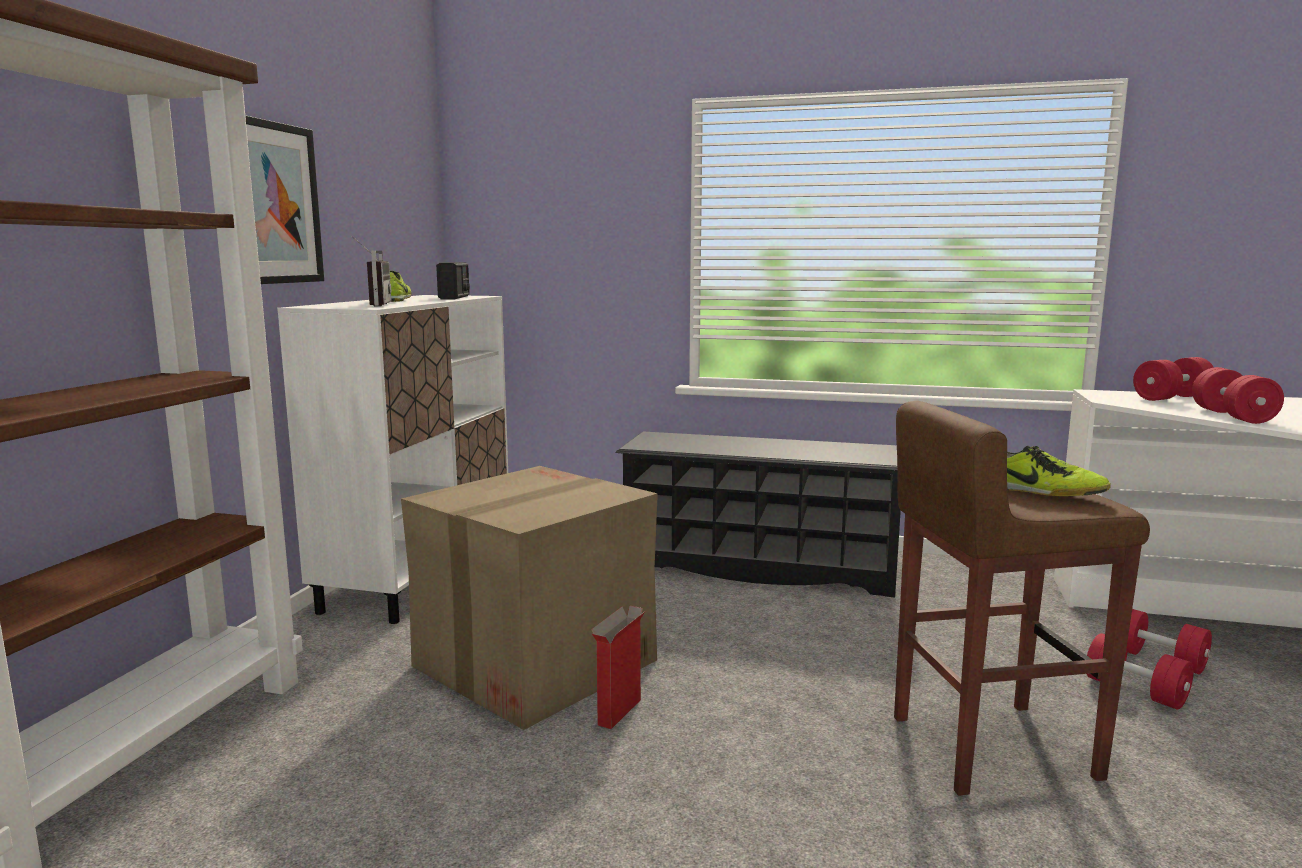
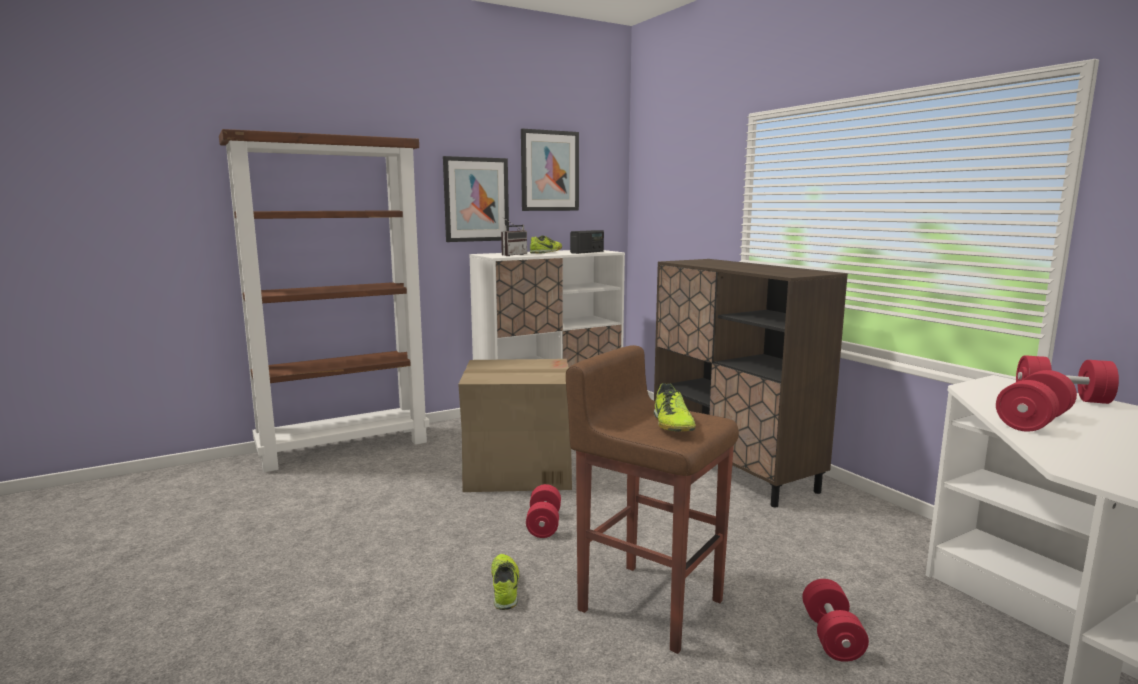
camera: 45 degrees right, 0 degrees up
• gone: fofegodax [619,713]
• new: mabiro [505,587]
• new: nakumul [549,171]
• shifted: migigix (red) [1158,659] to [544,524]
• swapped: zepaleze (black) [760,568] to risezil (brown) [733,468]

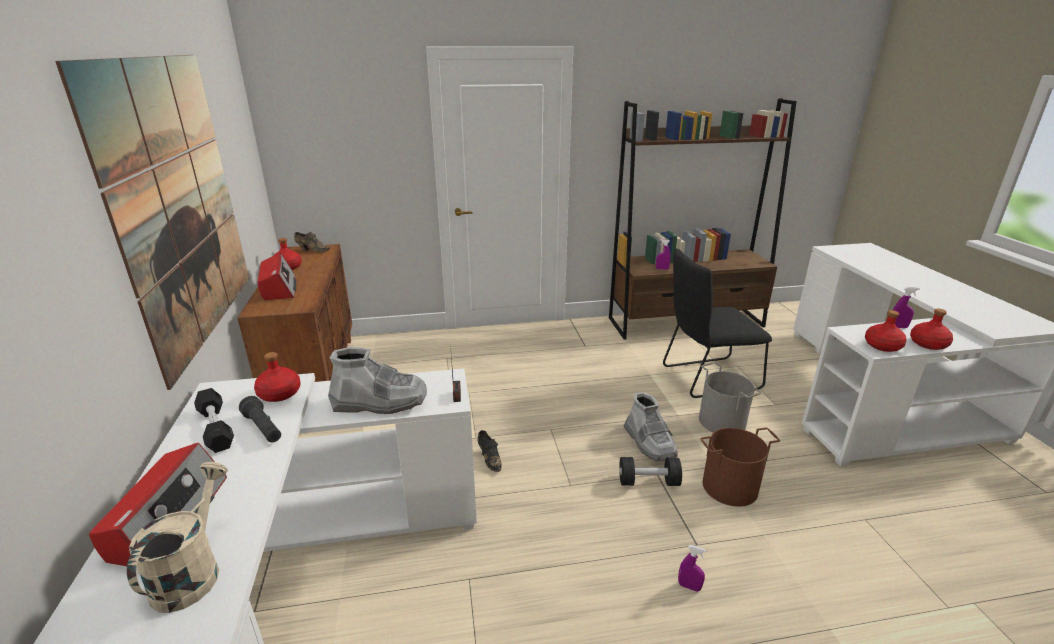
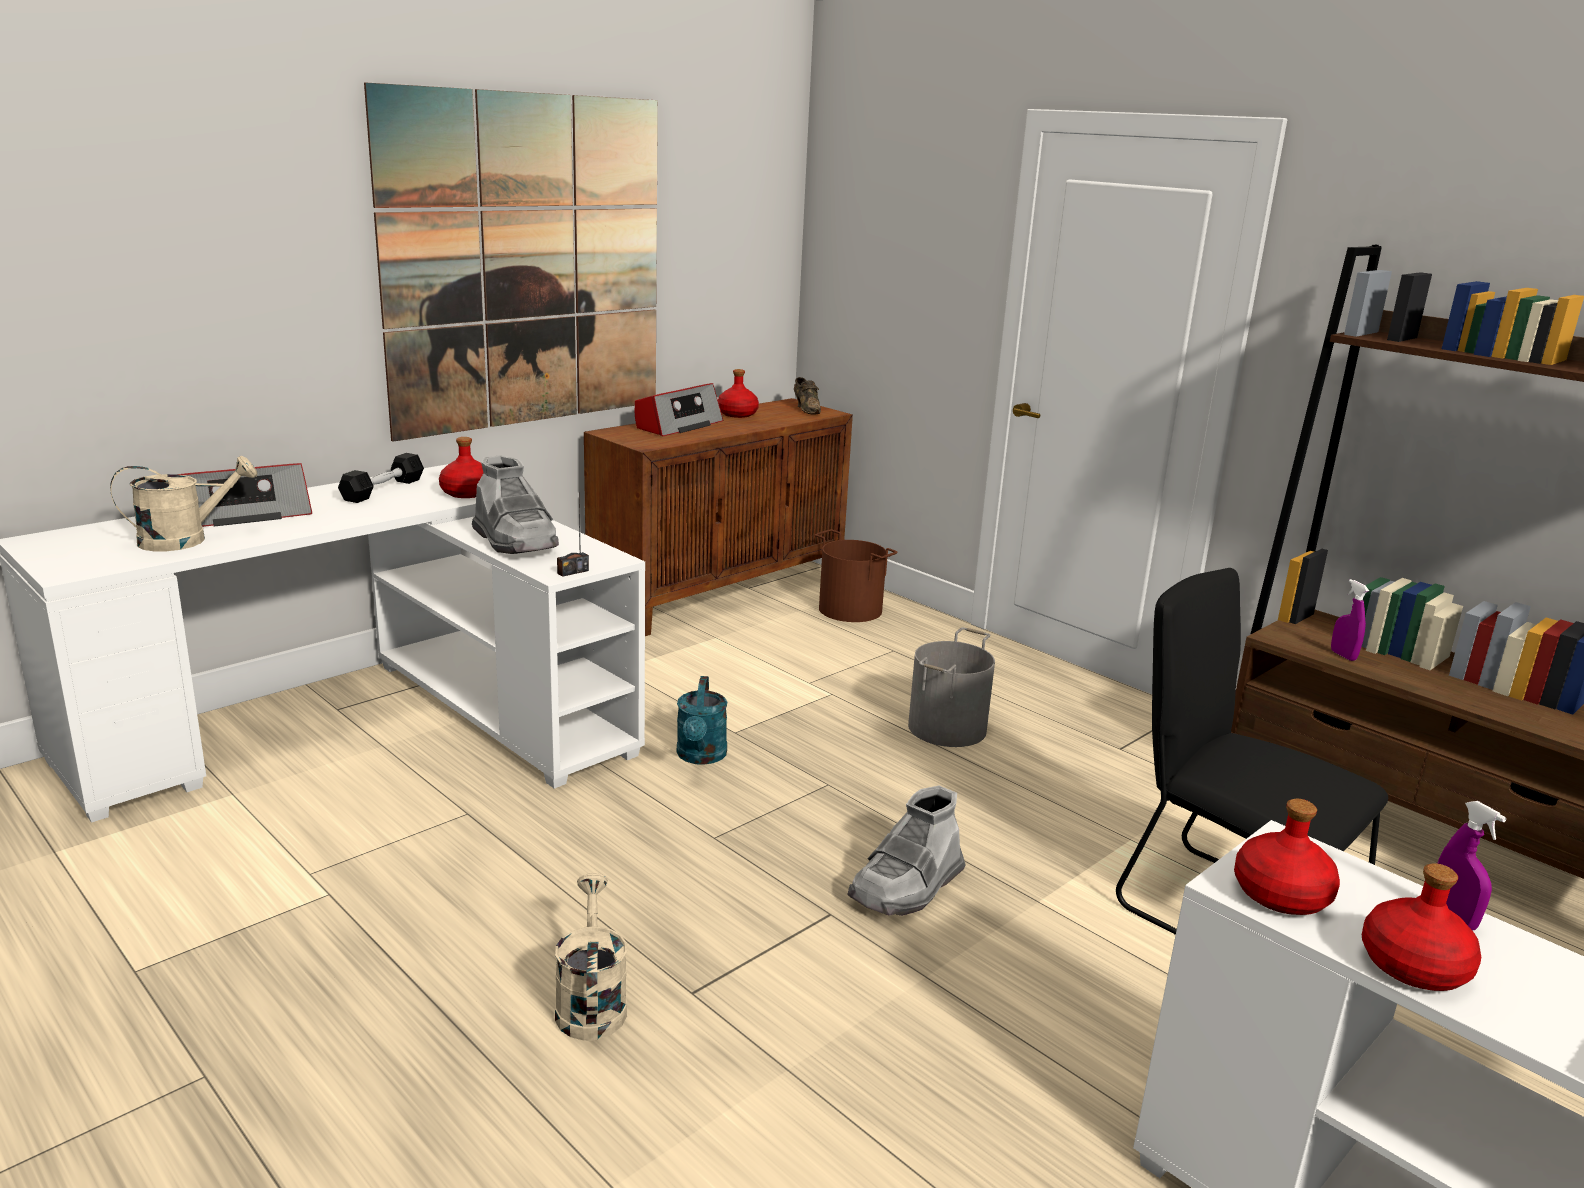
camera: 55 degrees right, 5 degrees down
• gone: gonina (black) [263,428]
• gone: migigix (black) [648,482]
• shifted: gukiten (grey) [722,421] to [948,728]
• shifted: gukiten (brown) [730,487] to [849,610]
• swapped: mabiro (black) [489,458] to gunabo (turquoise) [701,757]
• swapped: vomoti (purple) [689,586] to gunabo (beige) [590,1002]

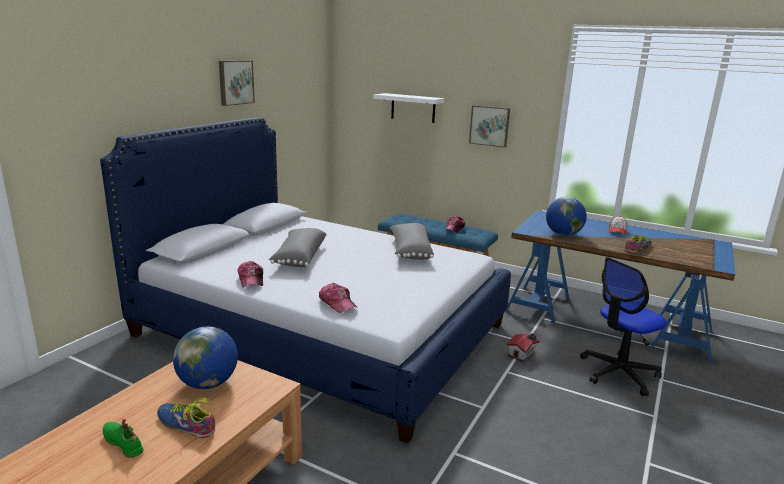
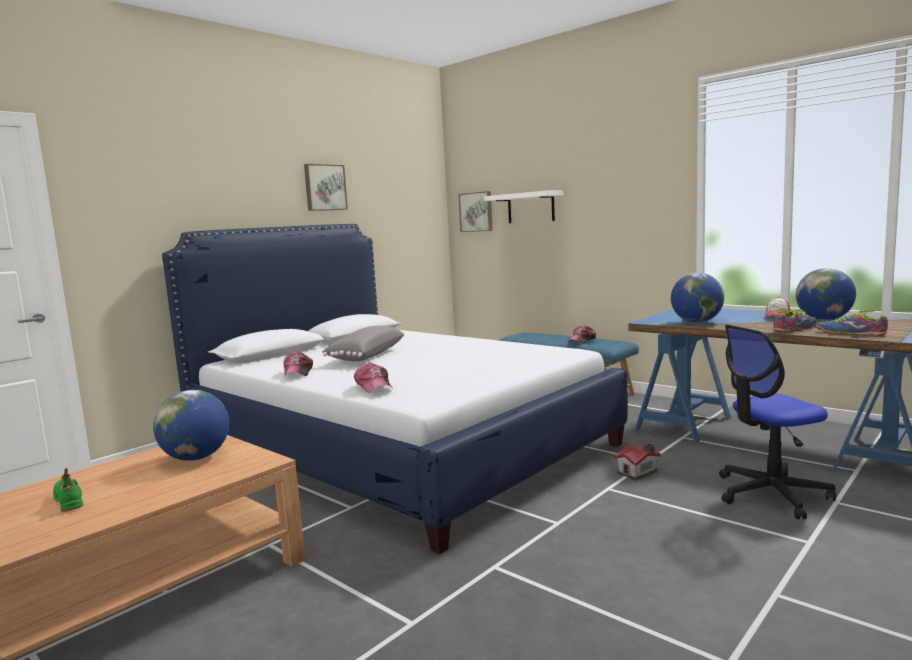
camera: 15 degrees right, 10 degrees down
• gone: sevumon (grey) [410,251]
• new: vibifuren [824,320]
• shifted: mabiro [186,425] to [850,333]
• shifted: nakumul [489,126] to [476,212]

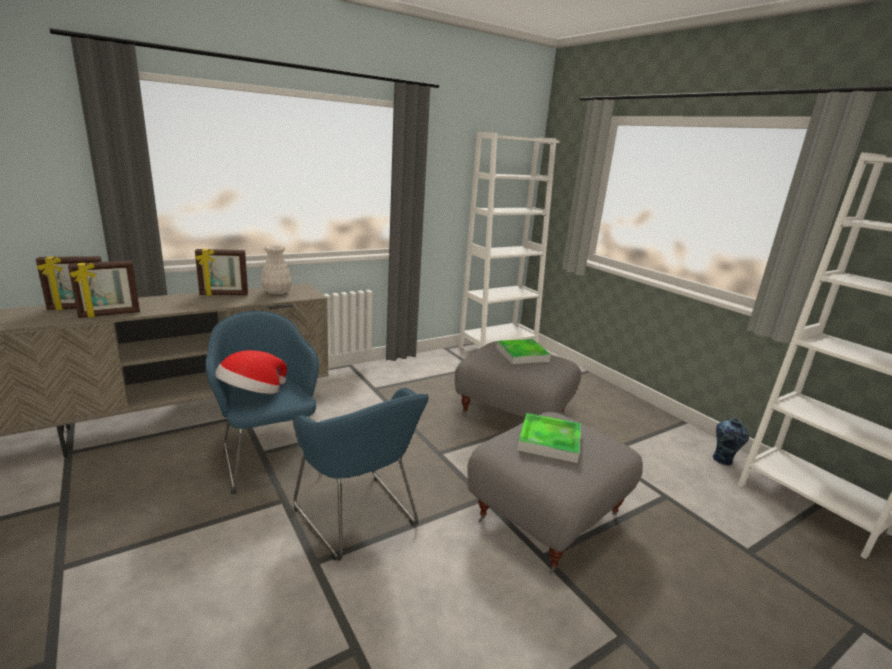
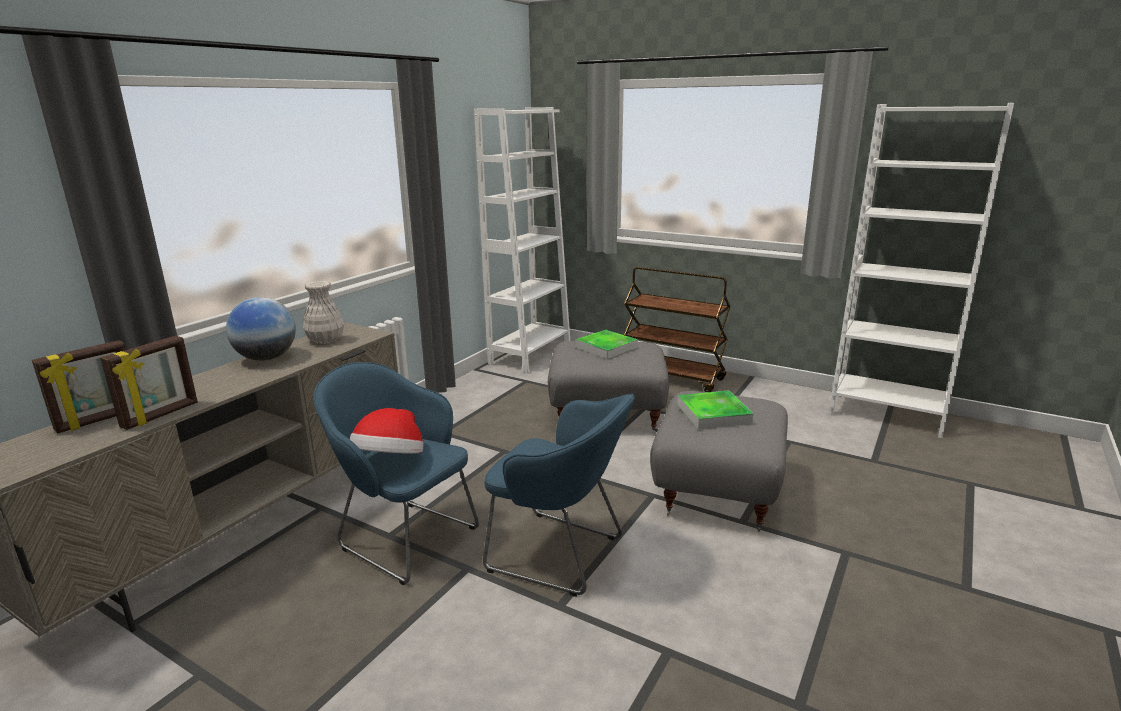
camera: 25 degrees left, 0 degrees up
• gone: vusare [723,460]
• new: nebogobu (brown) [673,377]
• swapped: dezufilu [224,294] to vibifuren [266,358]

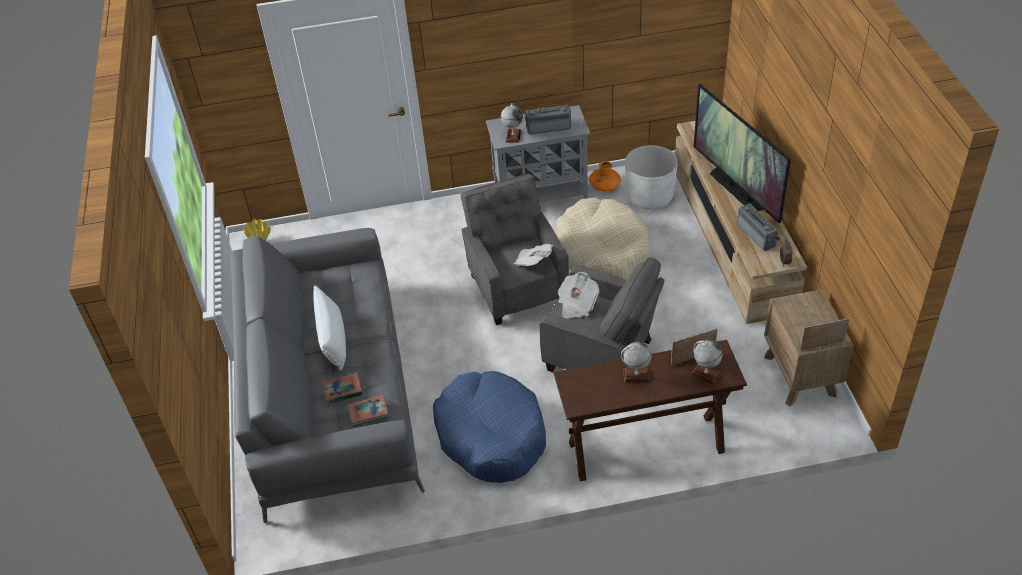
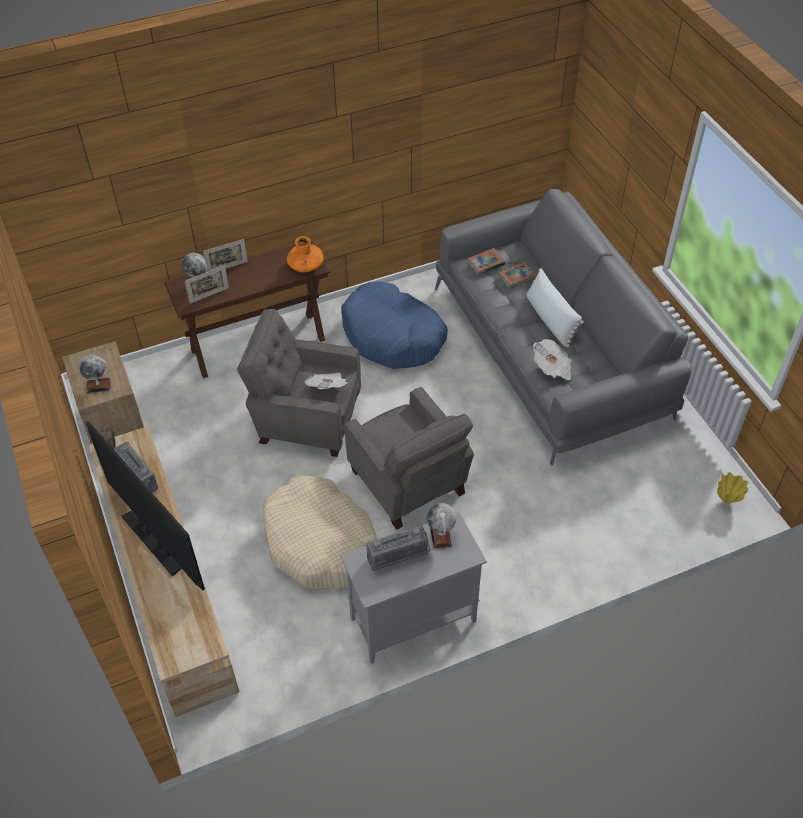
camera: 165 degrees right, 5 degrees up
• gone: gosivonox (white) [649,197]
• shifted: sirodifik [533,262] to [552,368]
• shifted: vusare (orange) [604,186] to [305,266]
• shifted: vibifuren [636,375] to [98,385]
• shifted: dezufilu [822,345] to [227,267]

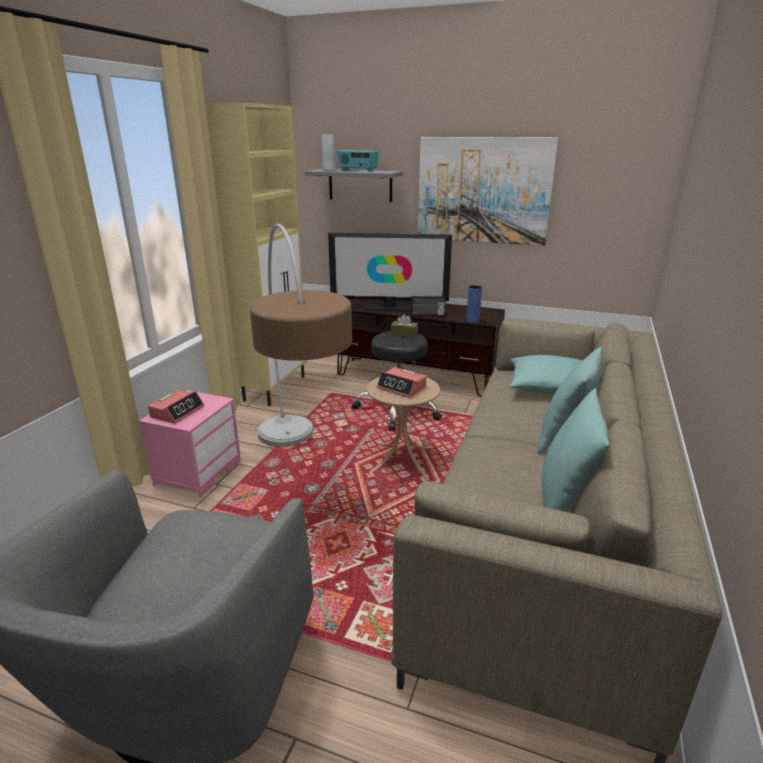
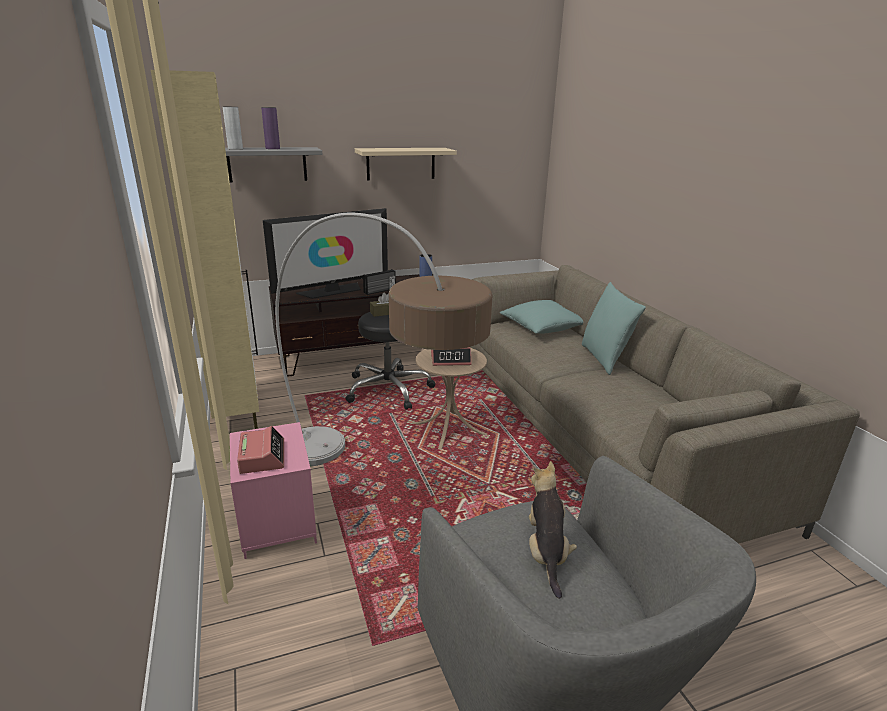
camera: 40 degrees left, 0 degrees up
• gone: sevumon (turquoise) [565,502]
• new: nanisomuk [546,552]
• swapped: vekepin [357,171] to vusare (purple) [272,148]
• swapped: nakumul [483,191] to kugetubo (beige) [401,163]

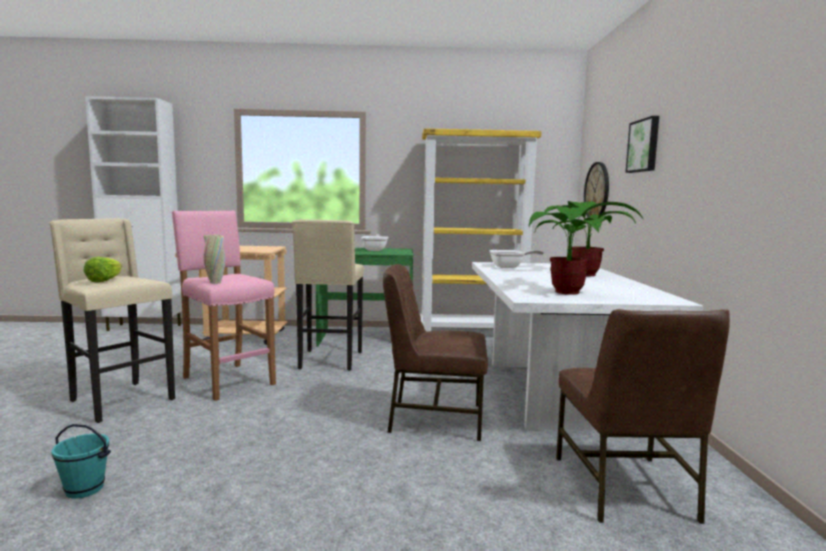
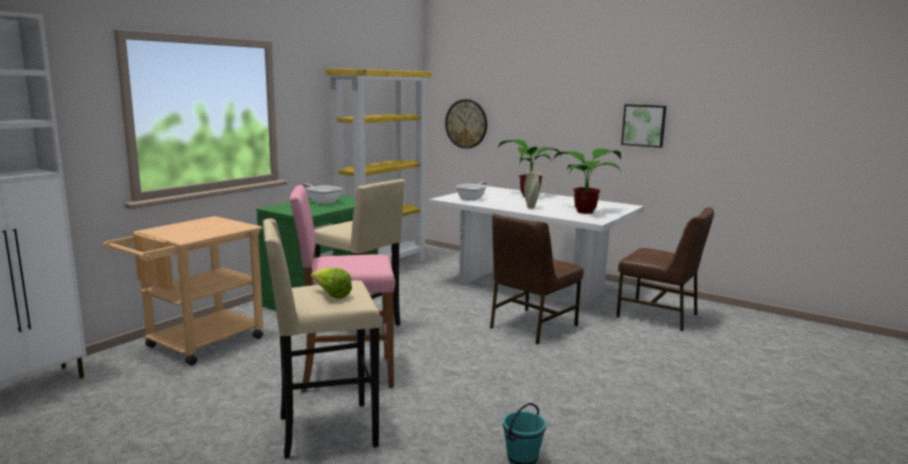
camera: 55 degrees left, 5 degrees up
• shifted: vusare (beige) [215,283] to [530,207]
• shifted: nakumul [644,145] to [644,125]

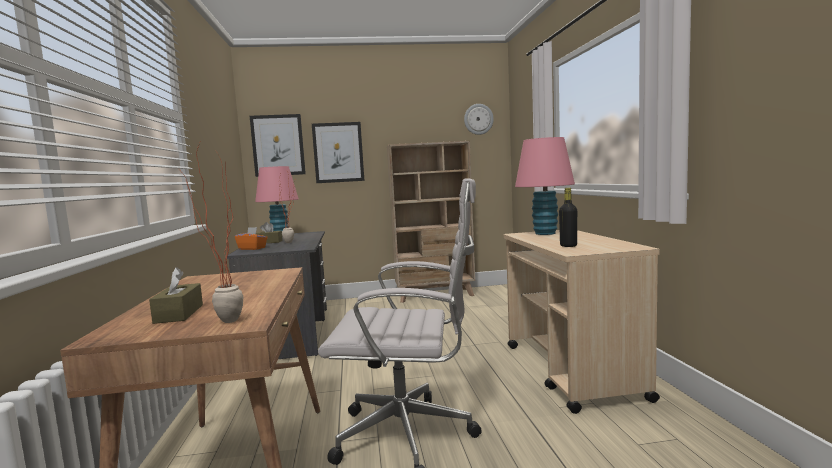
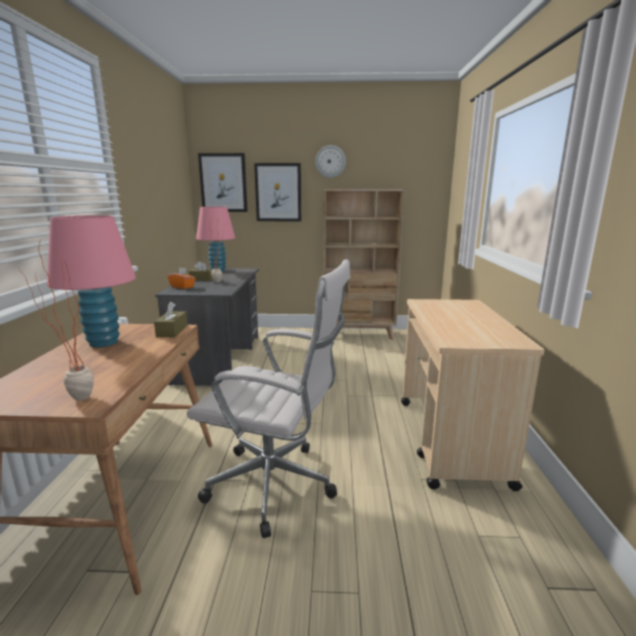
camera: 10 degrees right, 10 degrees up
• gone: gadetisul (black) [568,246]
• shifted: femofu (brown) [179,314] to [172,331]
• shifted: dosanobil [478,119] to [330,161]
• shifted: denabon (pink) [545,233] to [104,343]

